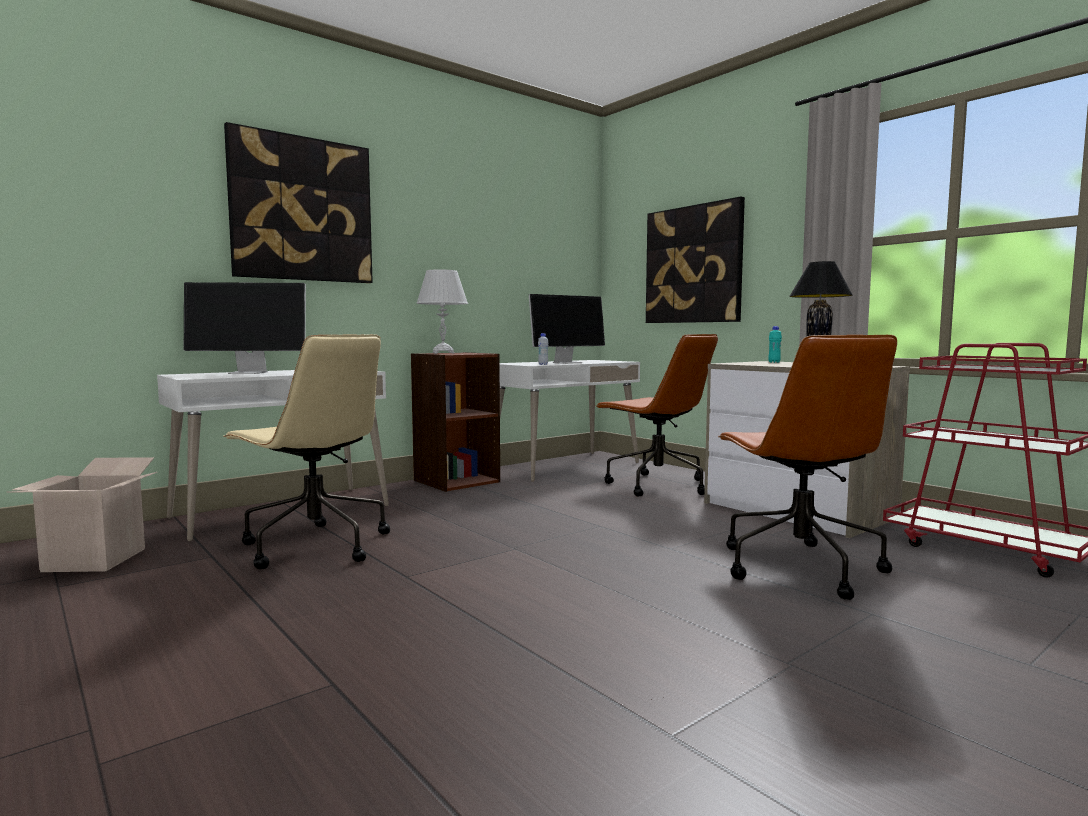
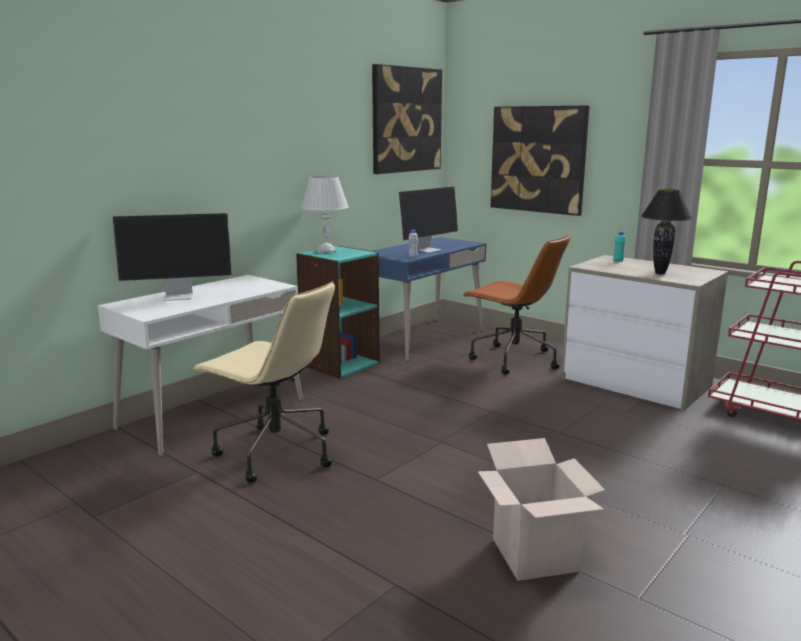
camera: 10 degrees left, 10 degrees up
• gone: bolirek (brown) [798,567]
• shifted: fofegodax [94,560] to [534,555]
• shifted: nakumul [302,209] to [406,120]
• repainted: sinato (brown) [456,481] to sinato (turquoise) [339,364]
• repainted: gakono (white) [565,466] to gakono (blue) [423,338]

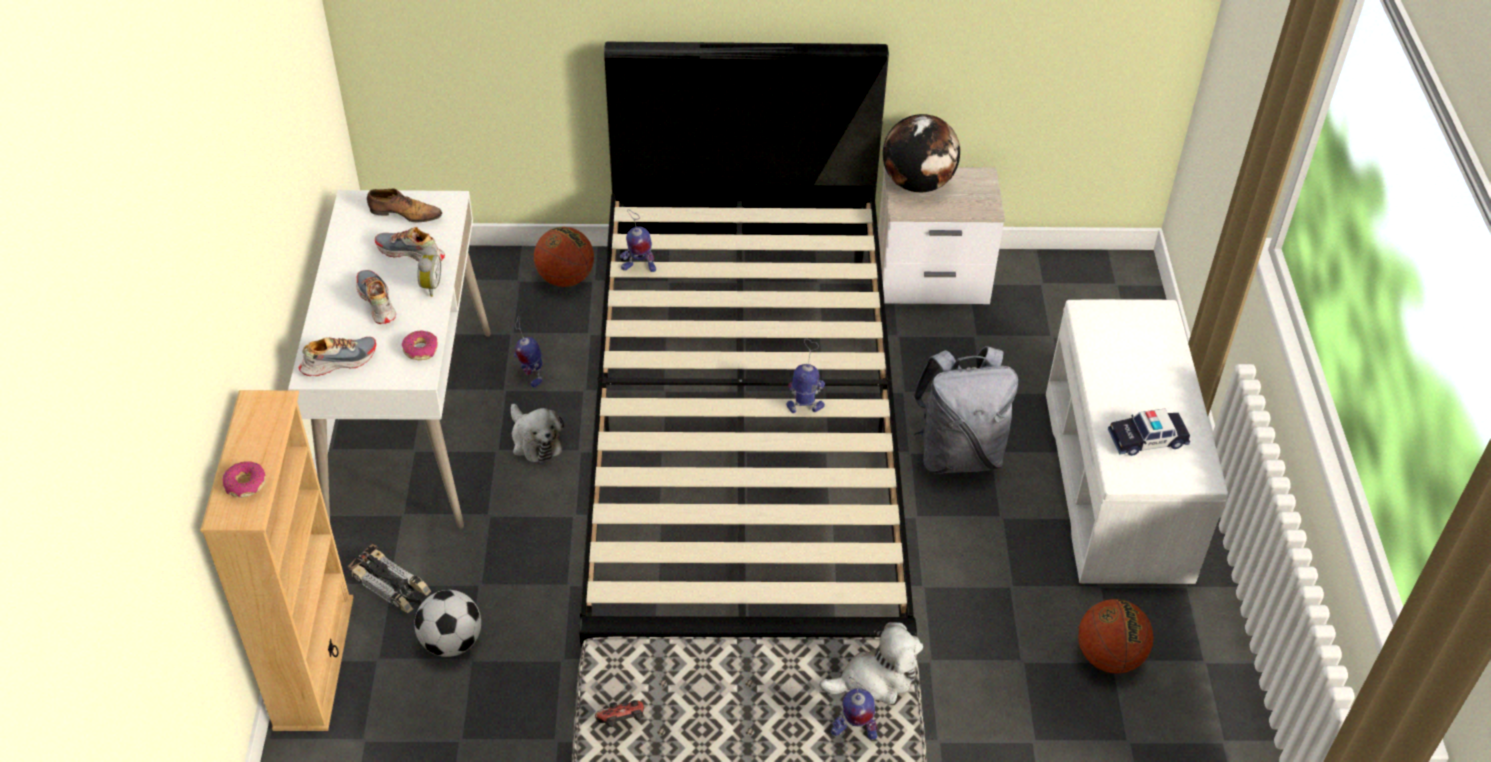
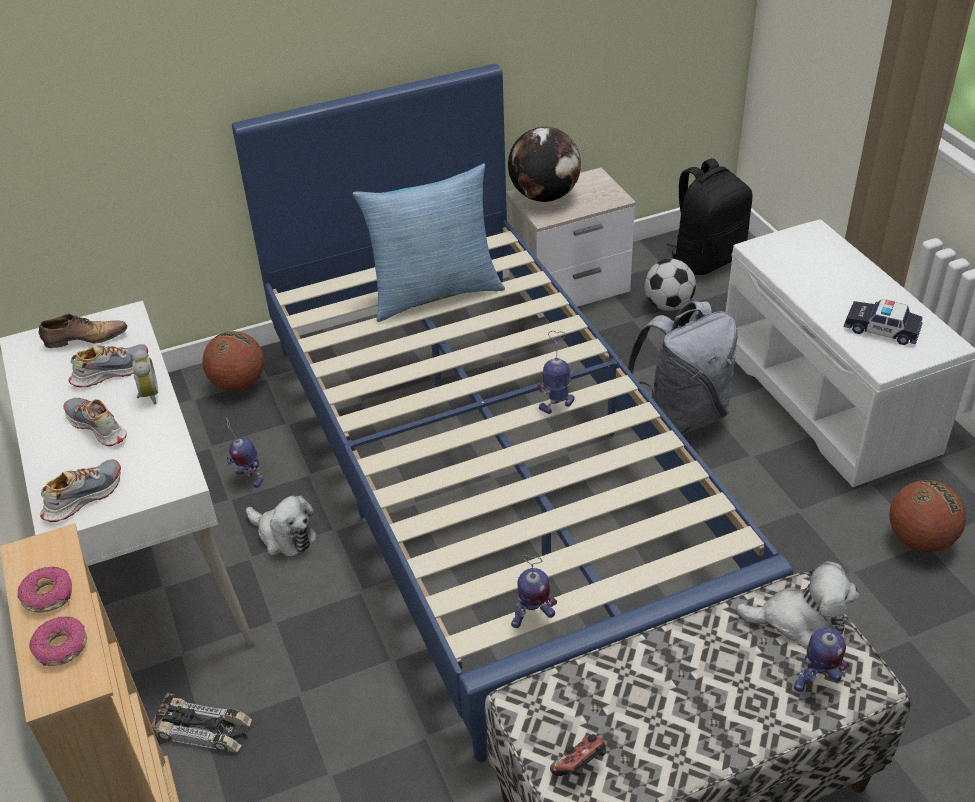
camera: 20 degrees left, 5 degrees down
• new: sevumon [434,293]
• new: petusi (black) [706,258]
• shifted: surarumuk [421,350] to [48,595]
• shifted: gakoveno [451,642] to [668,306]
• shifted: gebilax [638,268] to [532,617]
• repainted: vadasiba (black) [744,449] to vadasiba (blue) [490,476]
• rotated: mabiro [411,253] = [110,371] 150 degrees clockwise
• rotated: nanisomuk [875,679] = [800,621] 45 degrees clockwise
• rotated: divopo [1147,439] = [881,329] 60 degrees clockwise

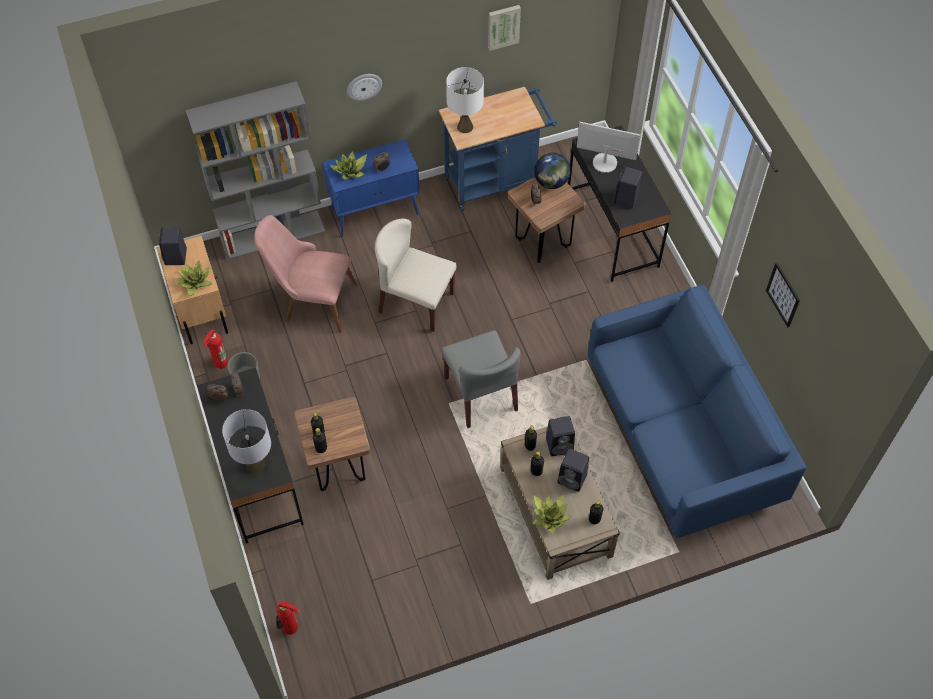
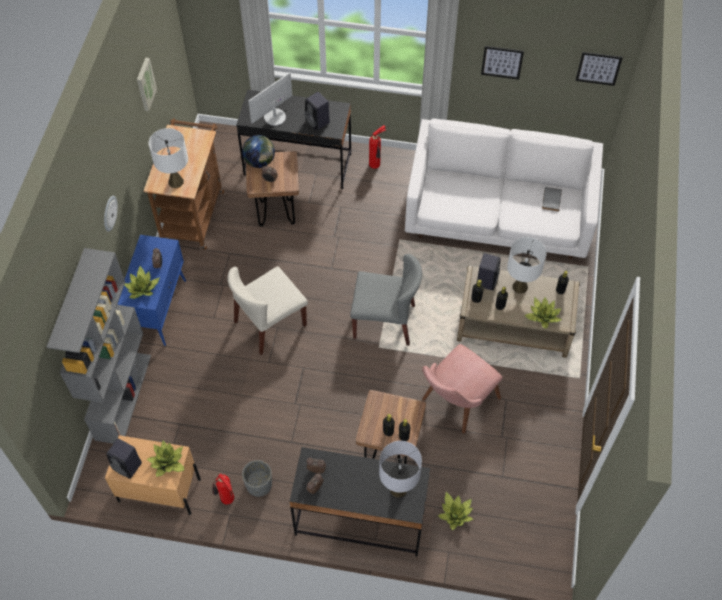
camera: 60 degrees left, 0 degrees up
• new: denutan [455,514]
• new: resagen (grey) [550,199]
• new: nakumul [598,68]
• shifted: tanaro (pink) [311,300] to [454,404]
• shifted: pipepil [290,629] to [376,164]
• swapped: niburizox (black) [573,479] to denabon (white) [520,286]
• repainted: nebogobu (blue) [496,181] to nebogobu (brown) [194,212]
• repainted: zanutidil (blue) [682,435] to zanutidil (white) [498,216]

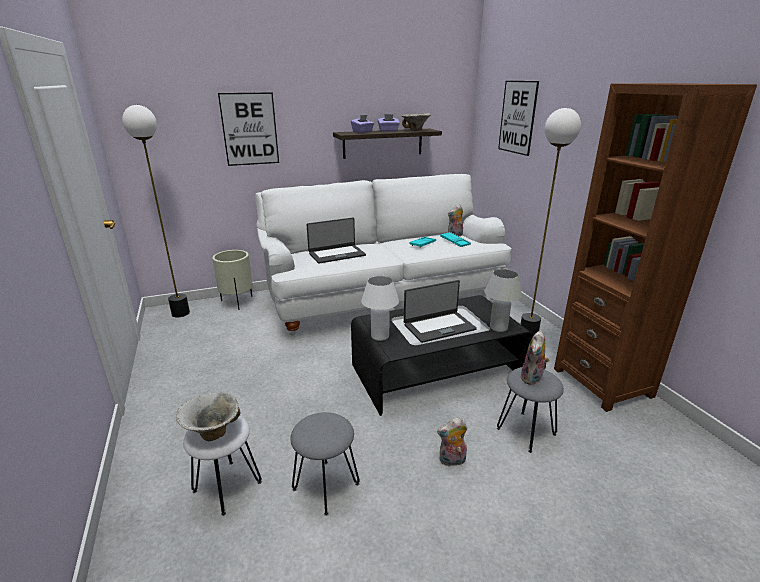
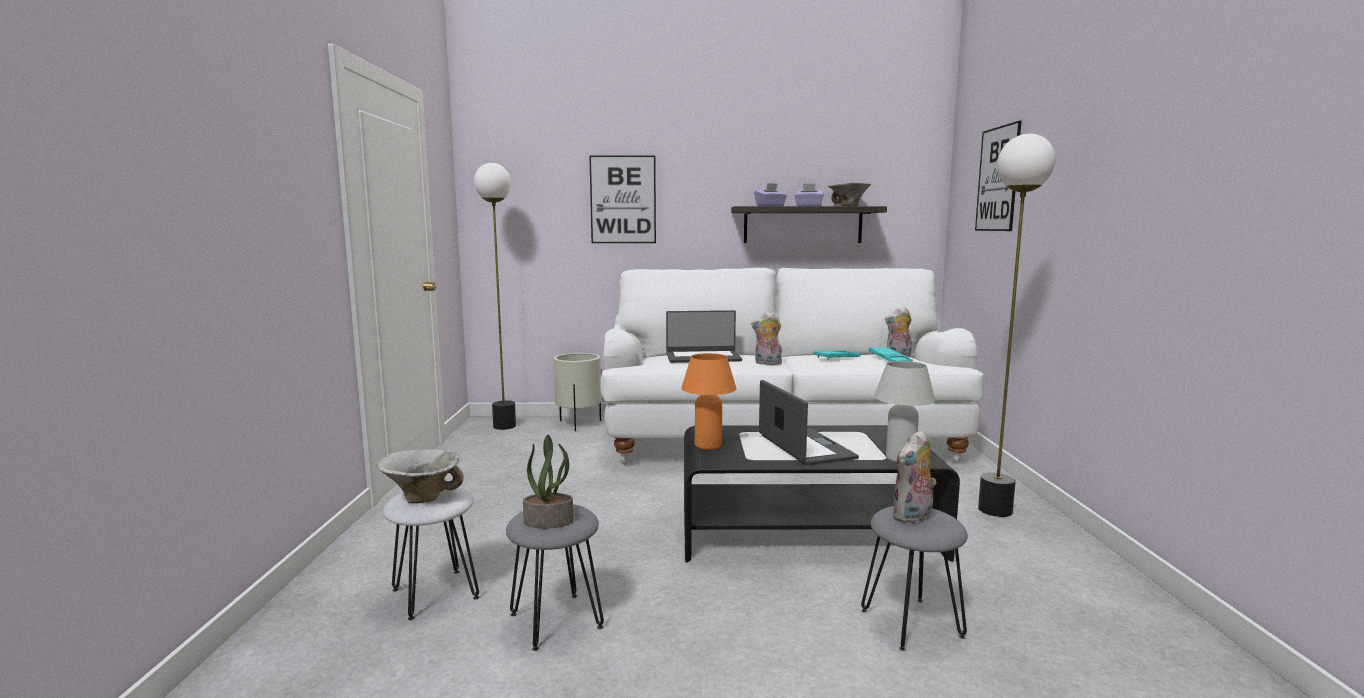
camera: 20 degrees right, 15 degrees down
• gone: sinato (brown) [602,382]
• new: denutan [549,521]
• shifted: nanisomuk [452,461] to [767,363]
• repainted: denabon (white) [380,336] to denabon (orange) [708,446]
• rotated: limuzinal [439,326] = [804,447] 105 degrees counterclockwise

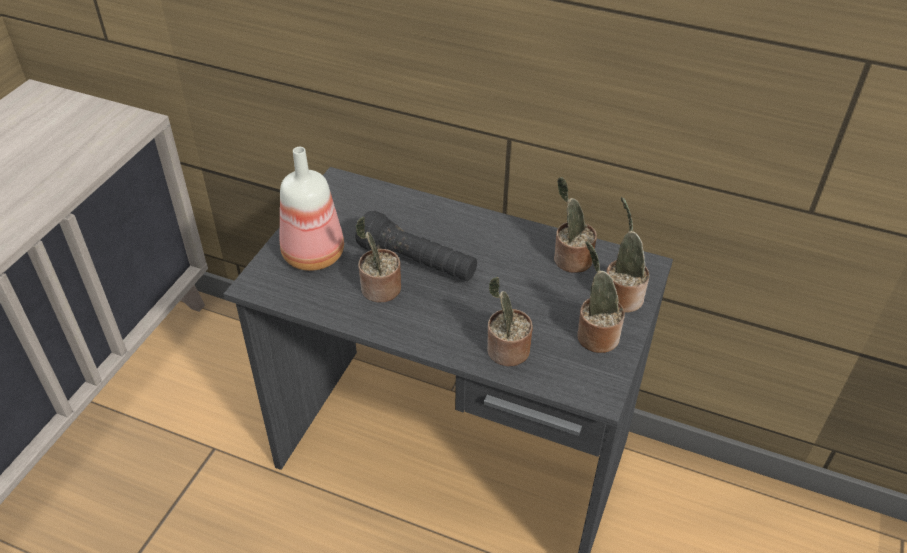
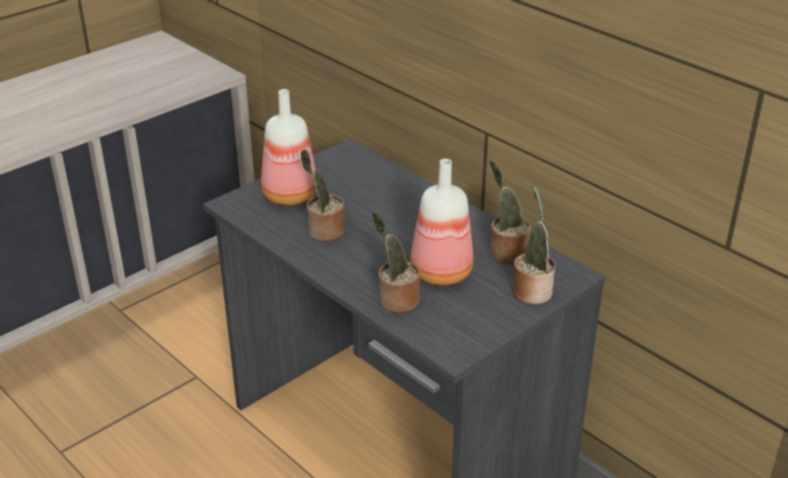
camera: 25 degrees right, 10 degrees down
• gone: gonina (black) [417,262]
• gone: denutan [595,335]
• new: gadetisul [440,273]

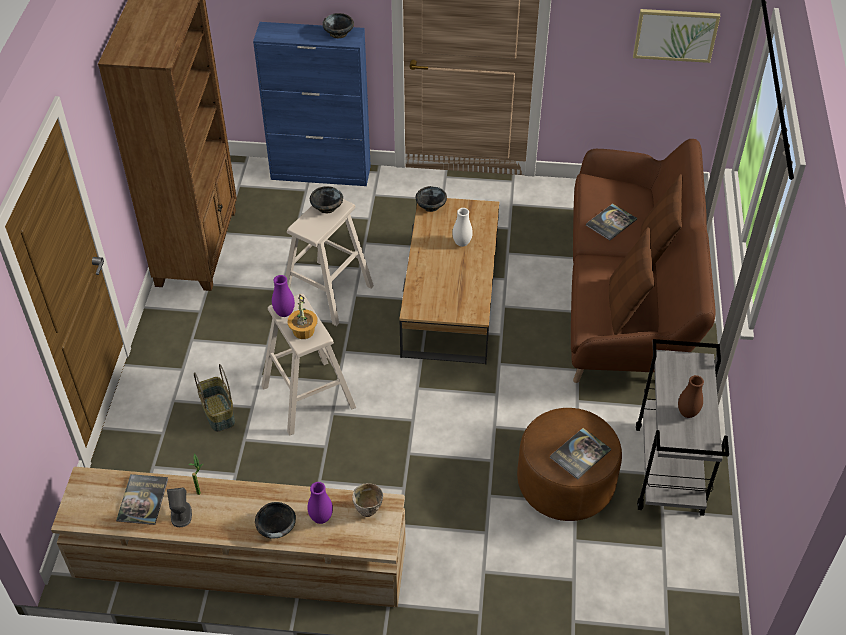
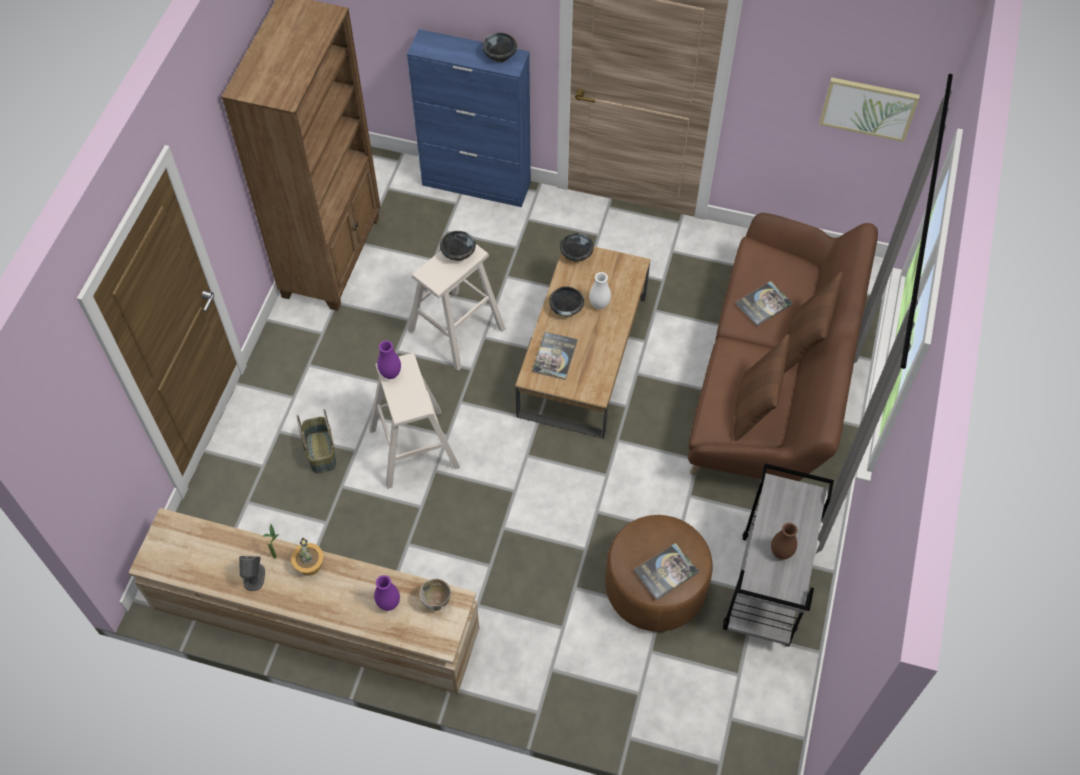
camera: 10 degrees right, 10 degrees up
• shifted: resagen [142,500] to [554,356]
• shifted: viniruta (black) [276,527] to [566,308]
• shifted: denutan [303,331] to [309,564]

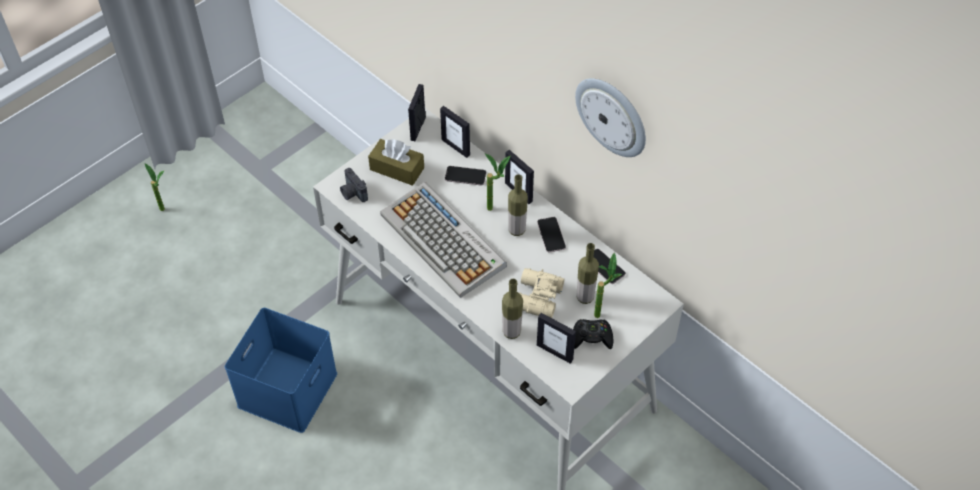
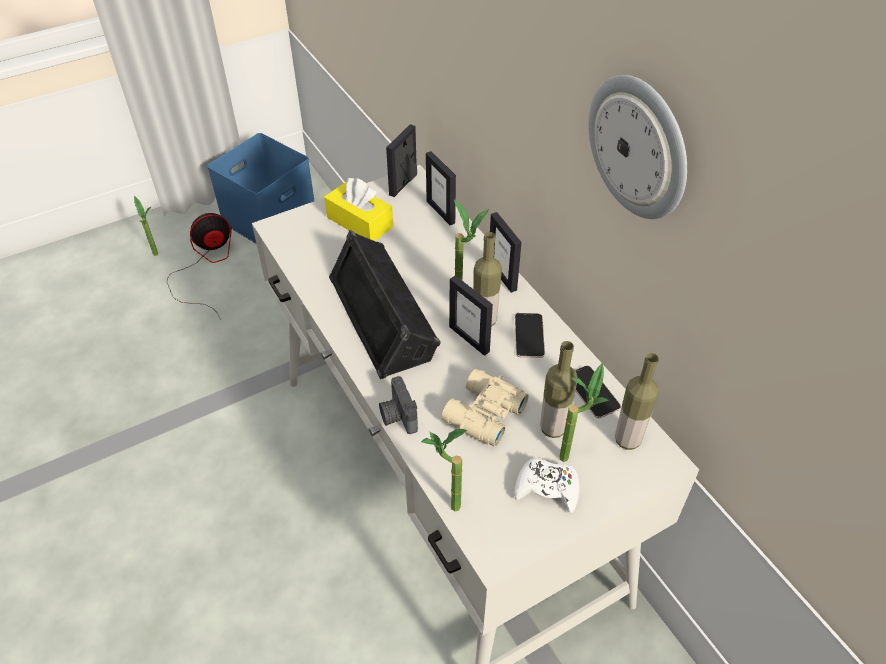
camera: 15 degrees right, 5 degrees down
• gone: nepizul [465,176]
• new: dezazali [206,266]
• new: denutan [445,507]
• shifted: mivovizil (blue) [287,387] to [269,217]
• shifted: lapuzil [352,193] to [397,416]
• shifted: gadetisul [511,332] to [627,440]
• shifted: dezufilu [555,352] to [469,339]
• swapped: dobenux [444,241] to niburizox (black) [384,315]
• repainted: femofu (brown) [397,169] to femofu (yellow) [360,222]
• repainted: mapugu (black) [592,337] to mapugu (white) [547,489]

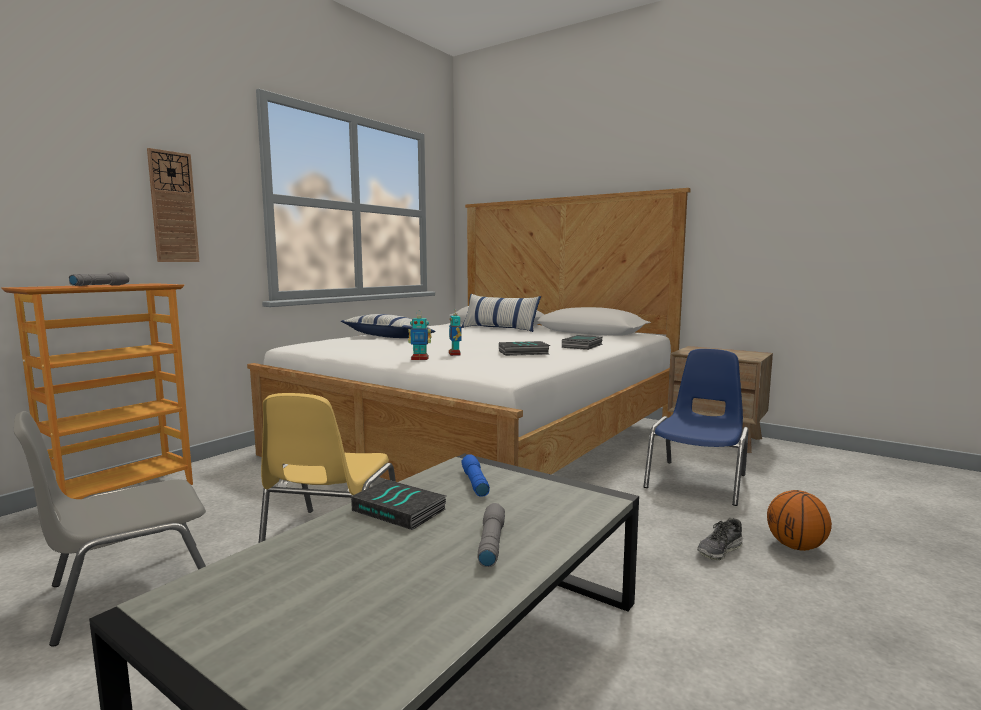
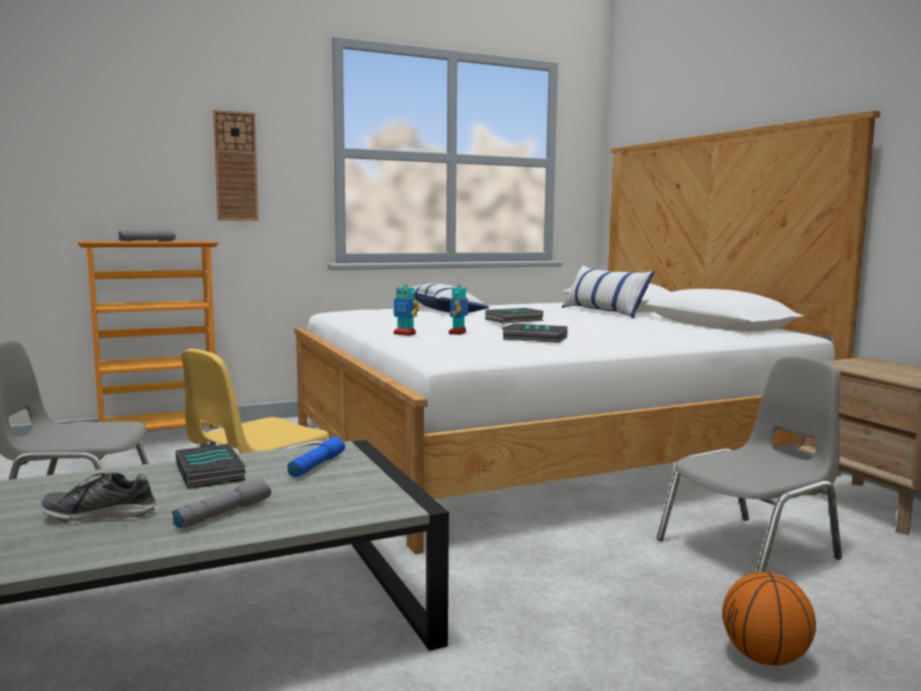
camera: 30 degrees right, 0 degrees up
• shifted: resagen [583,346] to [514,320]
• shifted: mabiro [720,550] to [100,515]
• repainted: tanaro (blue) [698,481] to tanaro (grey) [751,550]

